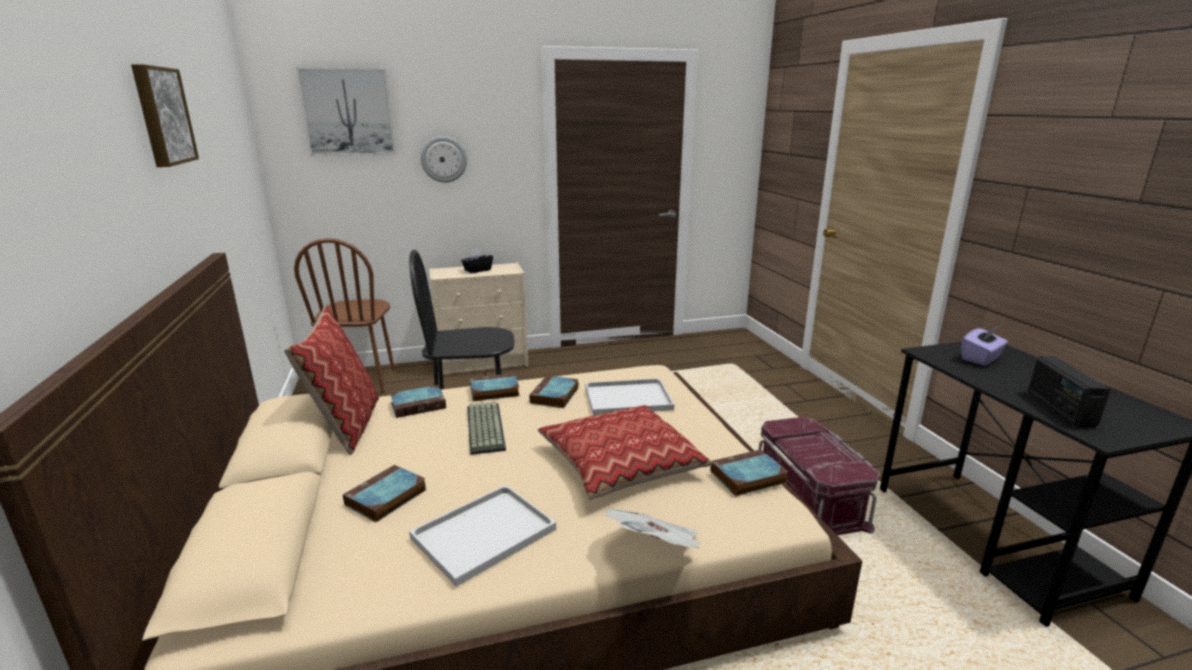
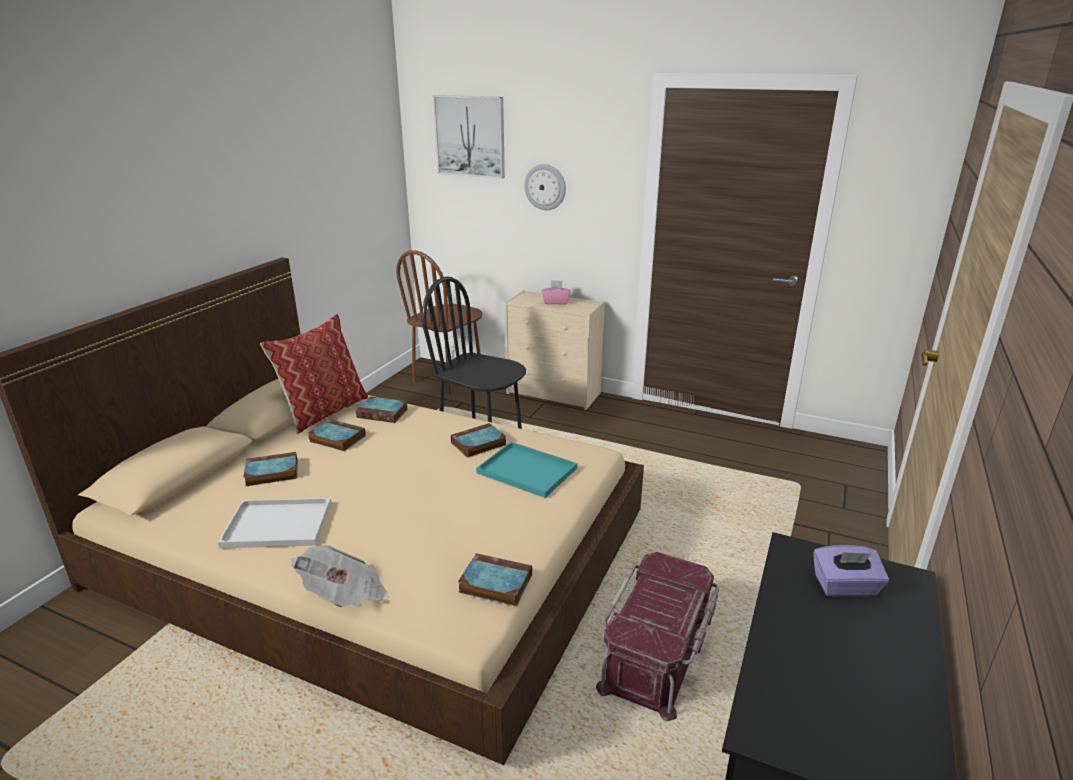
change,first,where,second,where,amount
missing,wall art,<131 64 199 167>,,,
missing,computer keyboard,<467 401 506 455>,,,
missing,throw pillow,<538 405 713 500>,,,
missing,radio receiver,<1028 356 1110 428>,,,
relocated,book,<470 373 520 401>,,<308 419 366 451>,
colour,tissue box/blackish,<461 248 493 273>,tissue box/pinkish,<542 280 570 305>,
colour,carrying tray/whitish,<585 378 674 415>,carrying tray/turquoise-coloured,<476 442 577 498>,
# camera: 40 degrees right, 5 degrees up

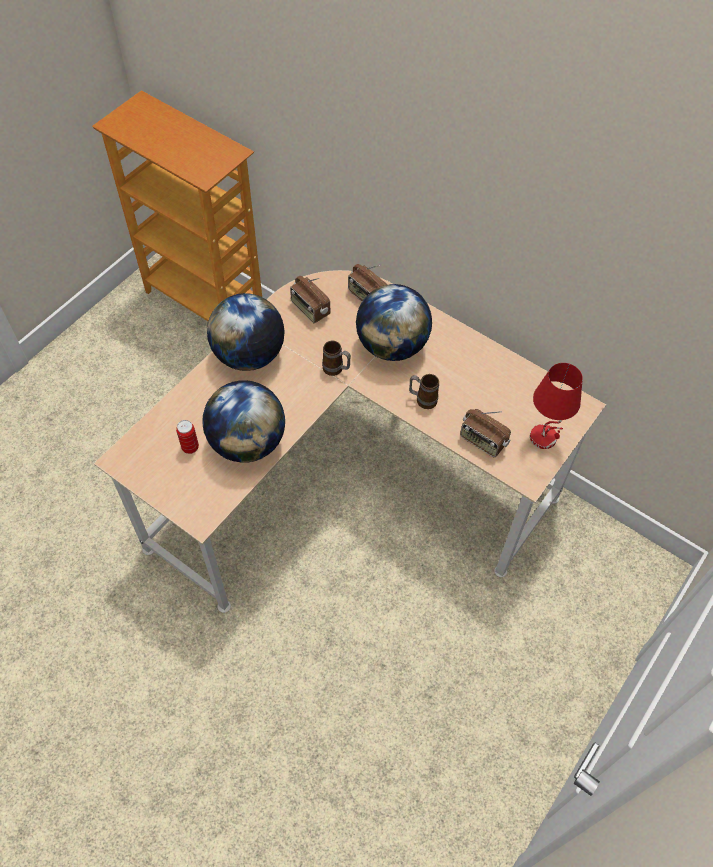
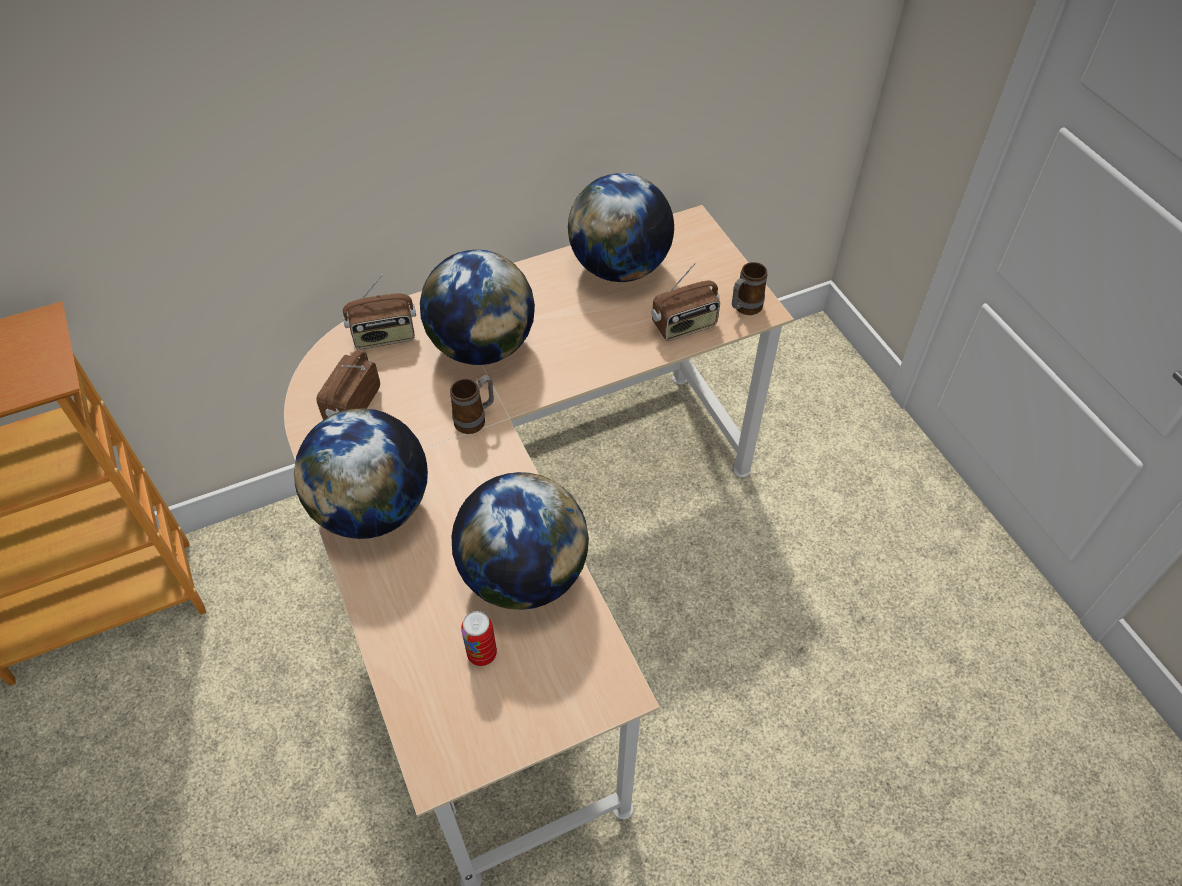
change,first,where,second,where,amount
missing,lamp for a table/red,<530 363 583 449>,,,
appeared,,,world globe,<568 173 674 282>,
relocated,tea mug,<409 374 439 409>,,<732 262 767 315>,
spun,radio receiver,<290 276 330 323>,,<316 350 380 420>,120 degrees clockwise
# camera: 60 degrees left, 5 degrees down

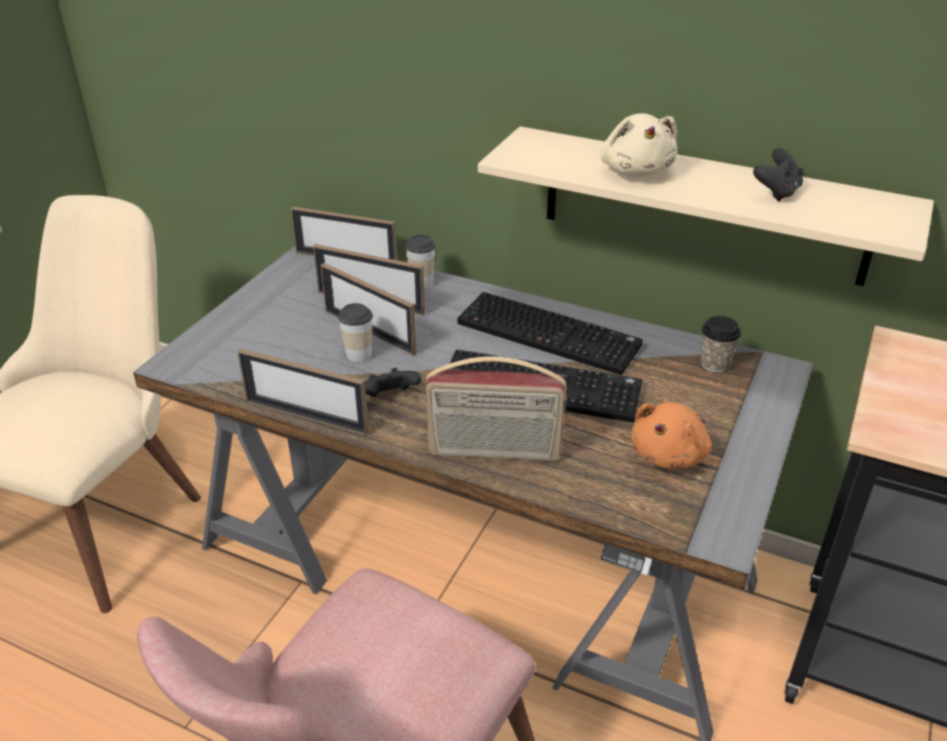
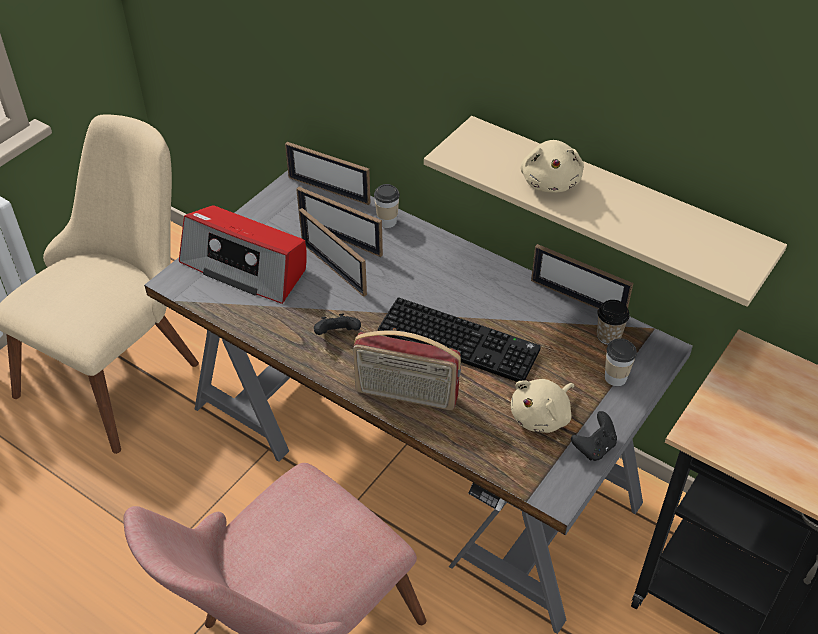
change,first,where,second,where,amount
missing,computer keyboard,<457 292 643 375>,,,
appeared,,,radio receiver,<179 205 307 304>,
relocated,standing frame,<237 348 369 435>,,<531 244 633 309>,
relocated,small cup,<338 303 373 362>,,<605 338 637 386>,
relocated,joypad/blackish,<753 148 804 202>,,<571 411 617 461>,
colour,cuddly toy/orange,<631 402 712 469>,cuddly toy/beige-coloured,<511 379 574 433>,
# camera: 10 degrees right, 10 degrees up

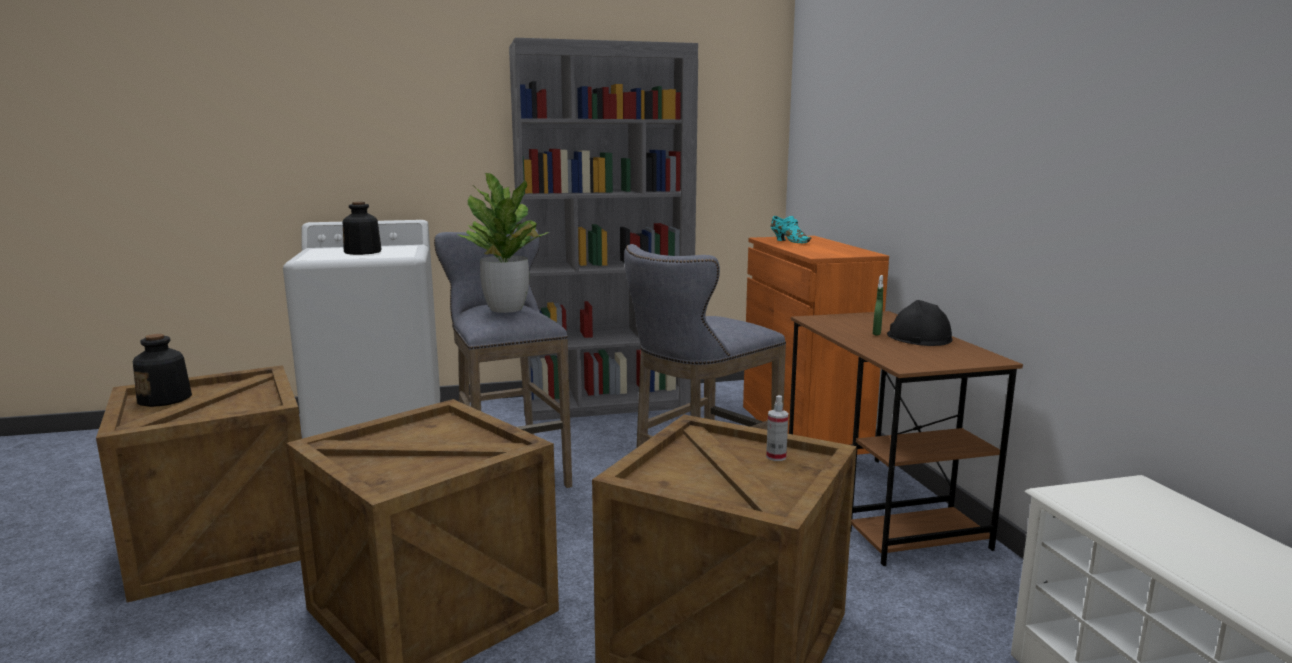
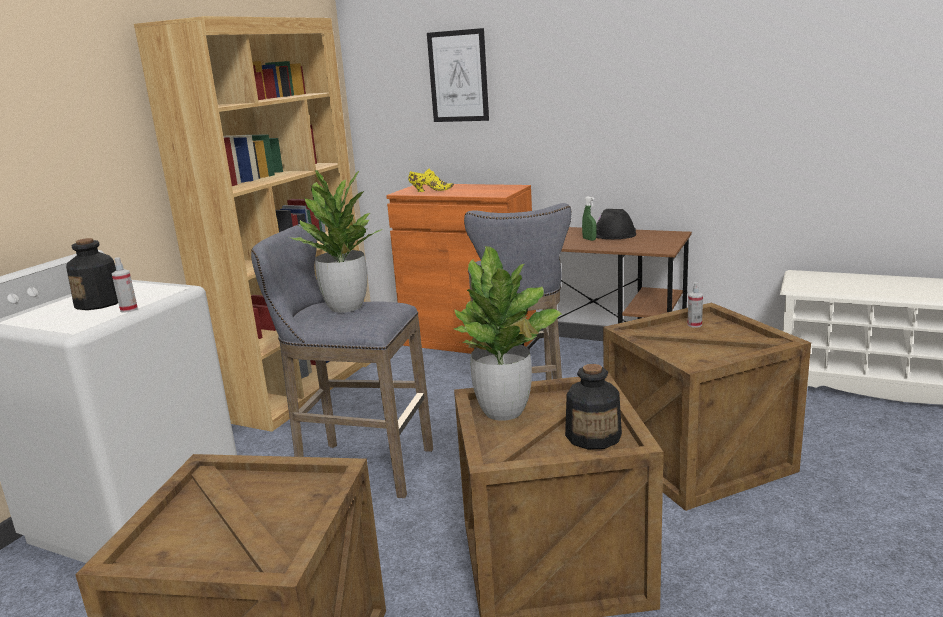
change,first,where,second,where,amount
appeared,,,sprayer,<112 257 138 313>,
appeared,,,wall art,<427 28 489 122>,
appeared,,,houseplant,<454 246 562 421>,
relocated,drink bottle,<133 334 192 407>,,<565 364 622 450>,
colour,shelving unit/gray,<509 38 698 421>,shelving unit/brown,<134 16 371 432>,
colour,shoe/turquoise-coloured,<771 216 811 243>,shoe/yellow-coloured,<408 169 454 192>,
# camera: 50 degrees left, 5 degrees up

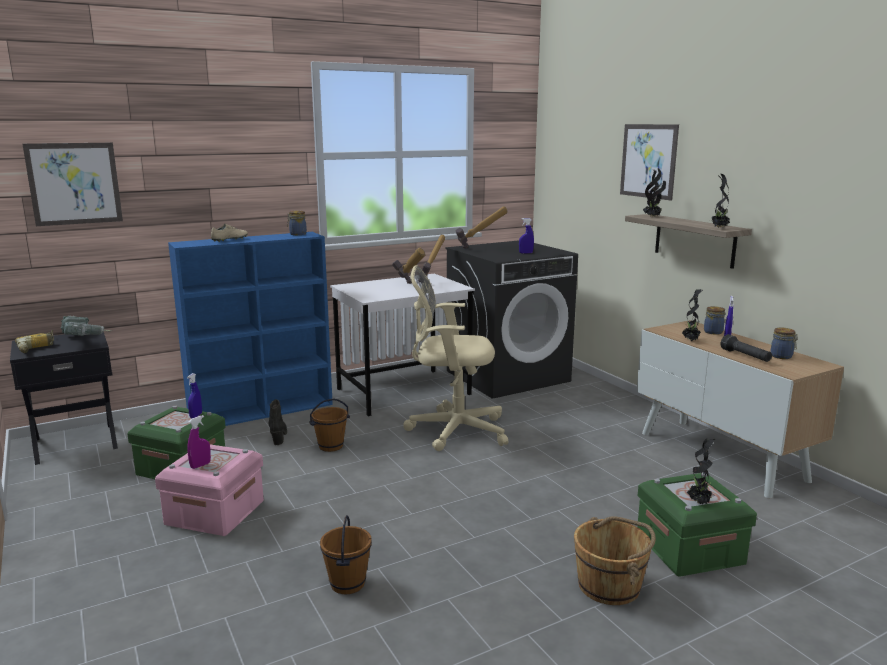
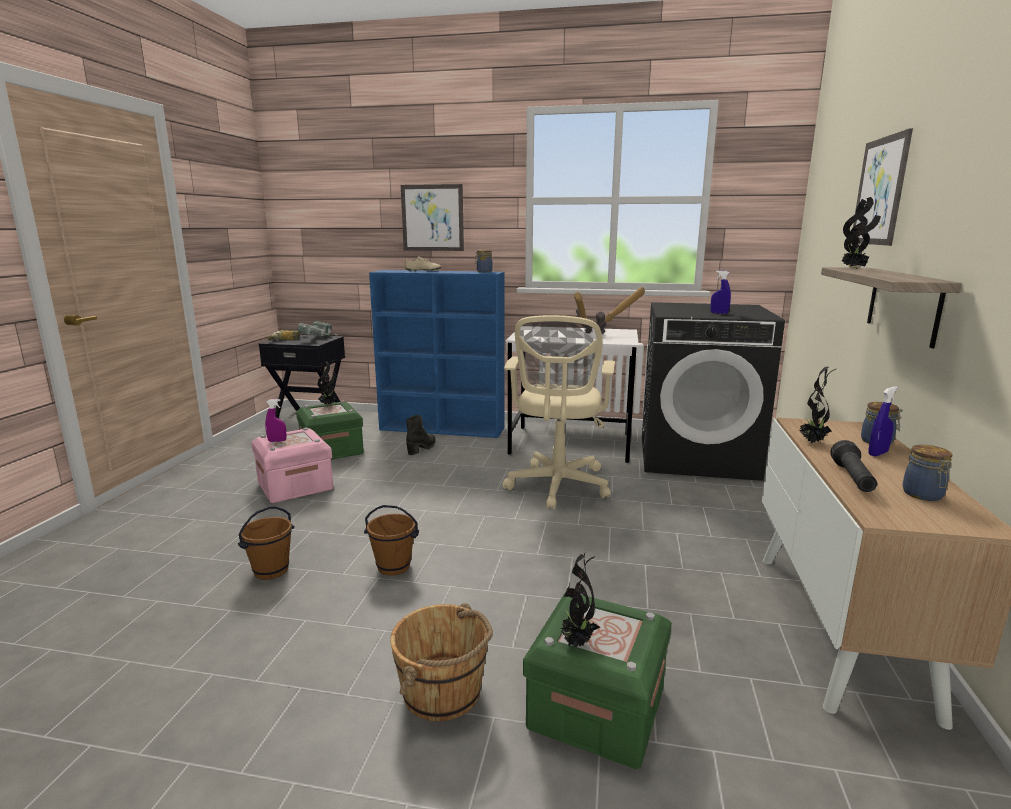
change,first,where,second,where,amount
missing,sprayer/bluish,<187 373 202 419>,,,
missing,hand hammer,<456 206 508 248>,,,
relocated,wall art,<22 143 123 226>,,<401 184 464 251>,
relocated,pail/brown,<309 398 350 452>,,<364 505 419 576>,
relocated,houseplant,<711 173 730 228>,,<318 361 336 405>,
spun,office chair/beige-coloured,<403 265 508 451>,,<503 315 615 510>,120 degrees counterclockwise
# camera: 40 degrees right, 0 degrees up

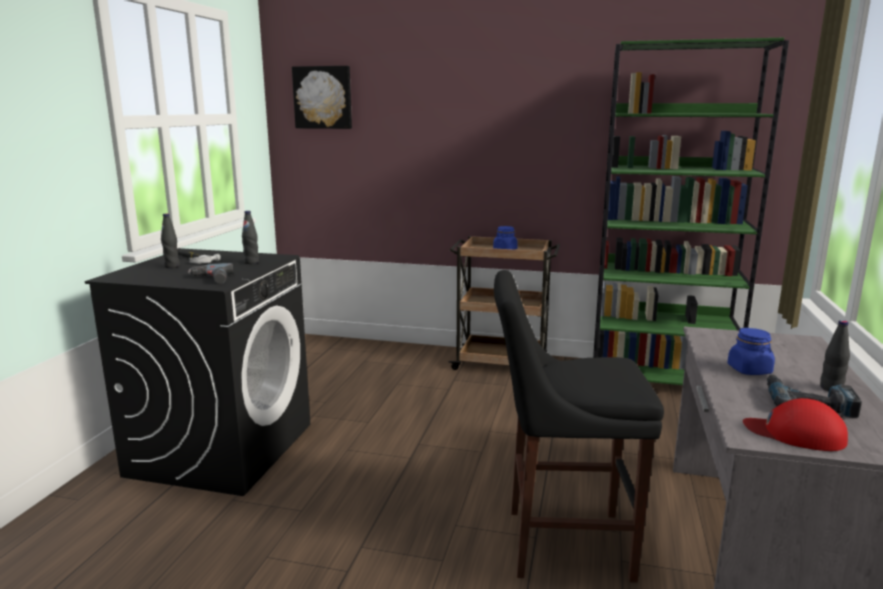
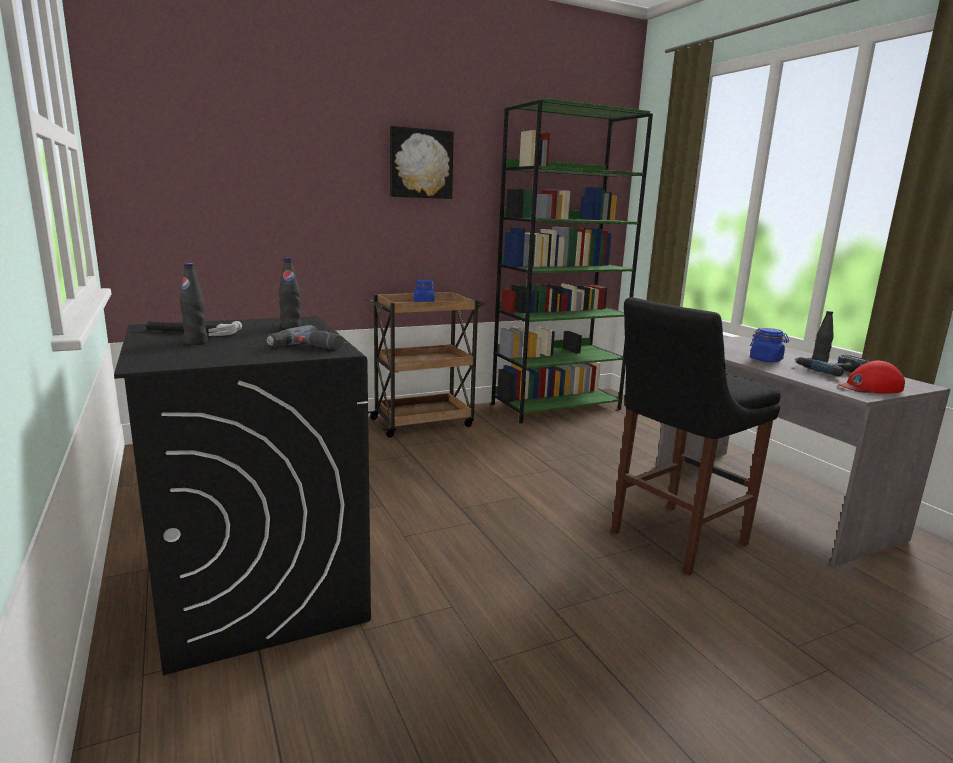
change,first,where,second,where,amount
relocated,wall art,<292 66 352 129>,,<390 126 454 199>,
# camera: 40 degrees left, 0 degrees up

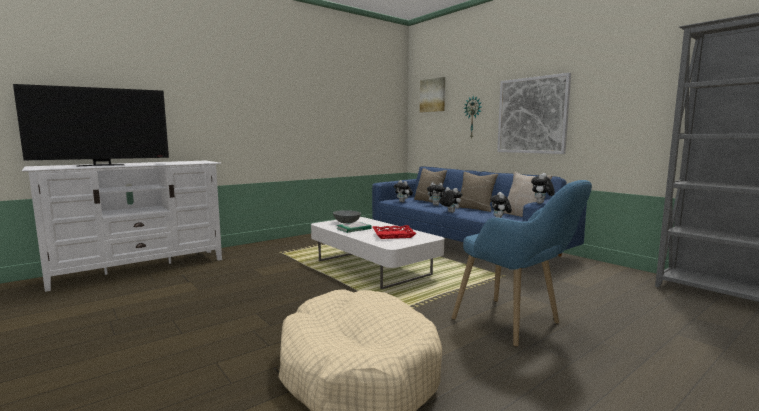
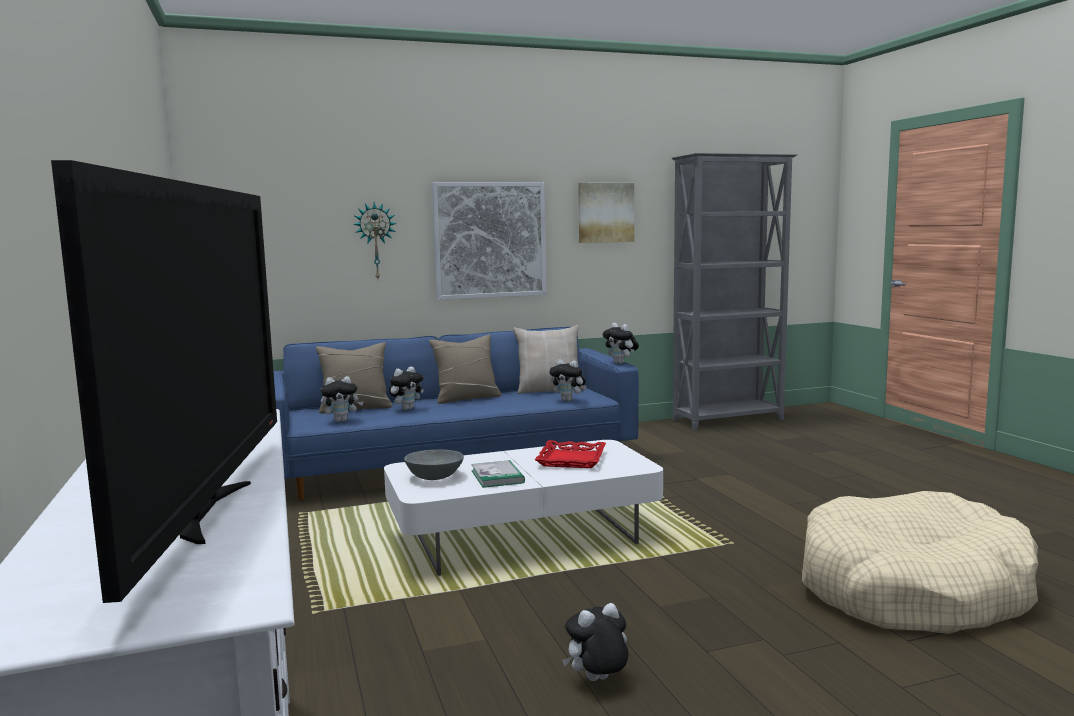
change,first,where,second,where,amount
missing,armchair/bluish,<452 180 592 347>,,,
relocated,wall art,<420 77 445 112>,,<578 183 634 243>,
relocated,cuddly toy,<439 187 462 213>,,<562 603 629 681>,
# camera: 70 degrees left, 0 degrees up

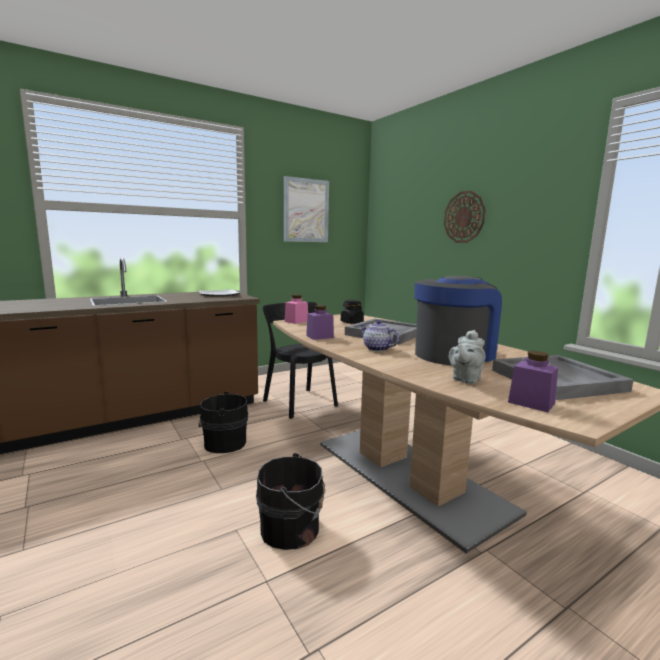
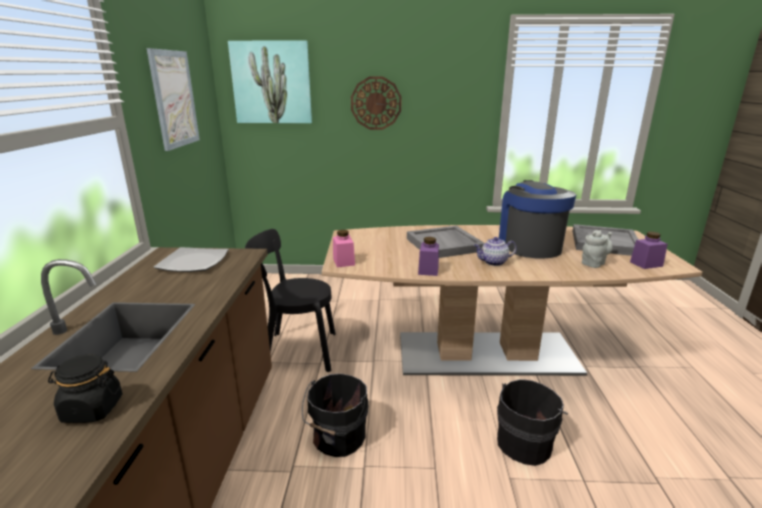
change,first,where,second,where,amount
appeared,,,wall art,<228 40 312 123>,
relocated,jar/blackish,<341 300 364 324>,,<48 354 122 423>,
spun,teapot/gray,<449 330 486 384>,,<582 230 613 268>,105 degrees counterclockwise
# camera: 55 degrees left, 10 degrees up

